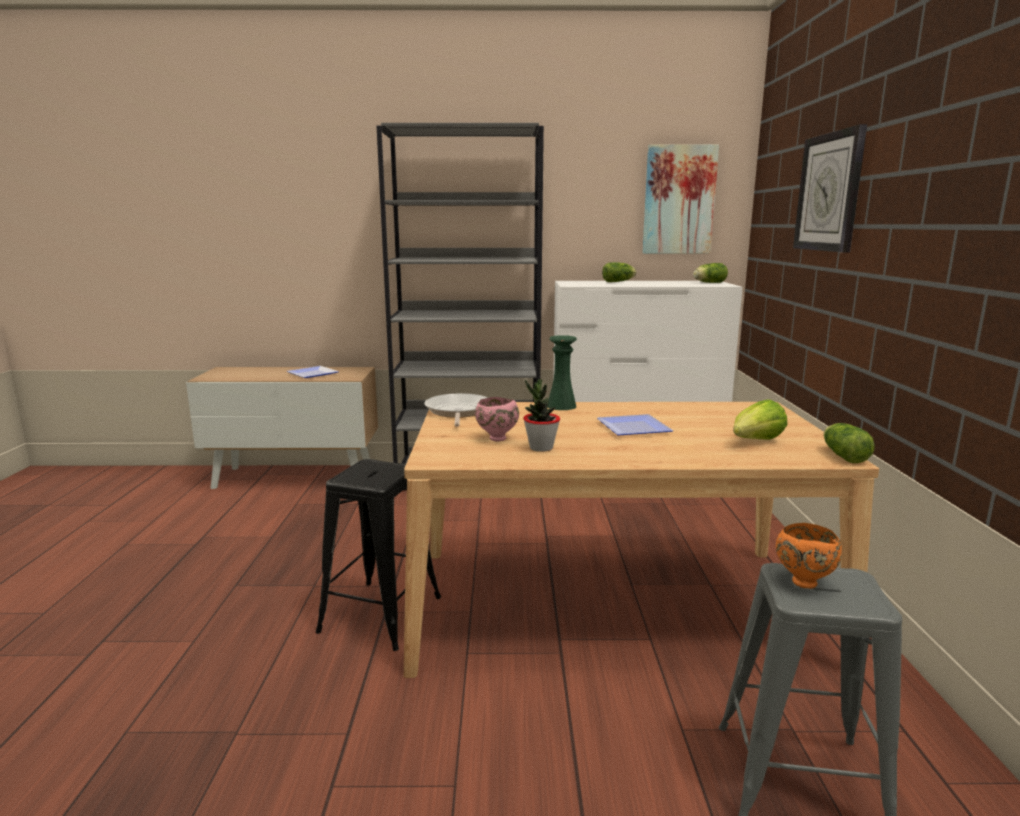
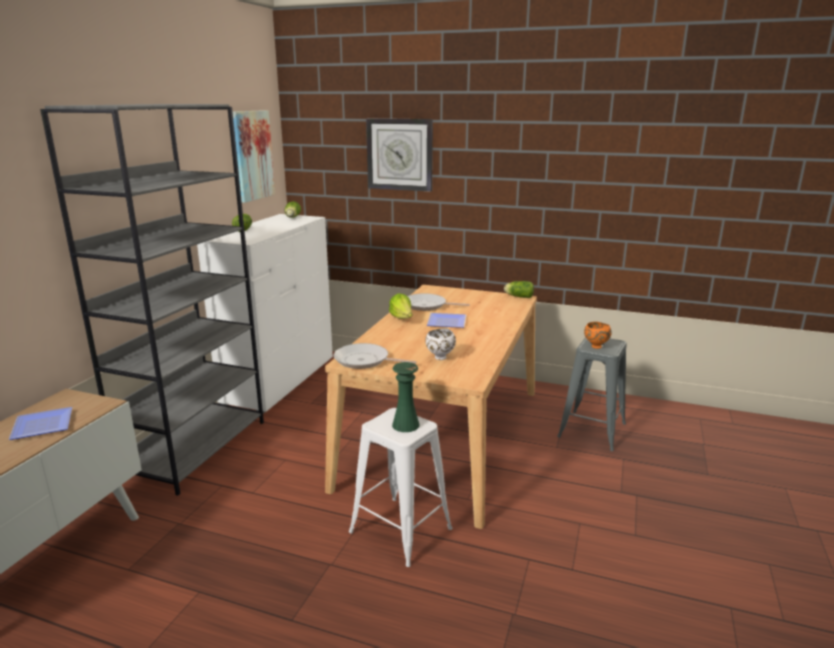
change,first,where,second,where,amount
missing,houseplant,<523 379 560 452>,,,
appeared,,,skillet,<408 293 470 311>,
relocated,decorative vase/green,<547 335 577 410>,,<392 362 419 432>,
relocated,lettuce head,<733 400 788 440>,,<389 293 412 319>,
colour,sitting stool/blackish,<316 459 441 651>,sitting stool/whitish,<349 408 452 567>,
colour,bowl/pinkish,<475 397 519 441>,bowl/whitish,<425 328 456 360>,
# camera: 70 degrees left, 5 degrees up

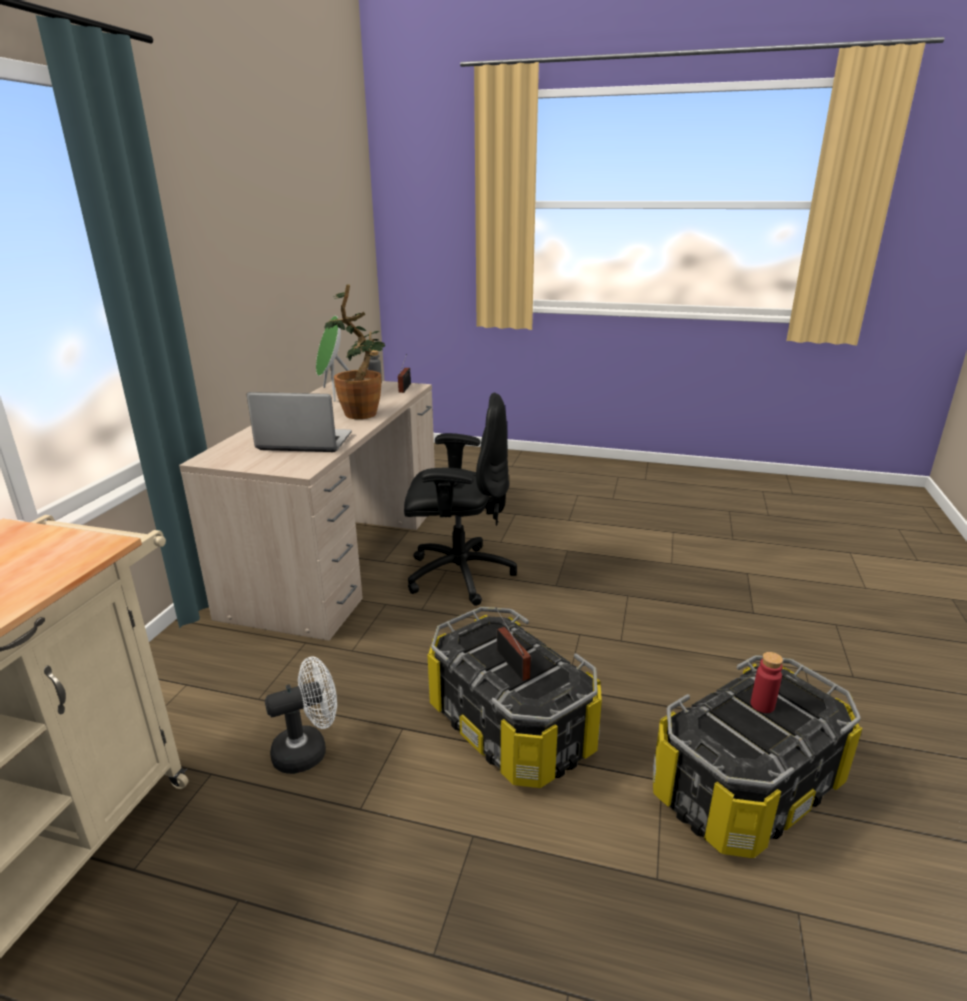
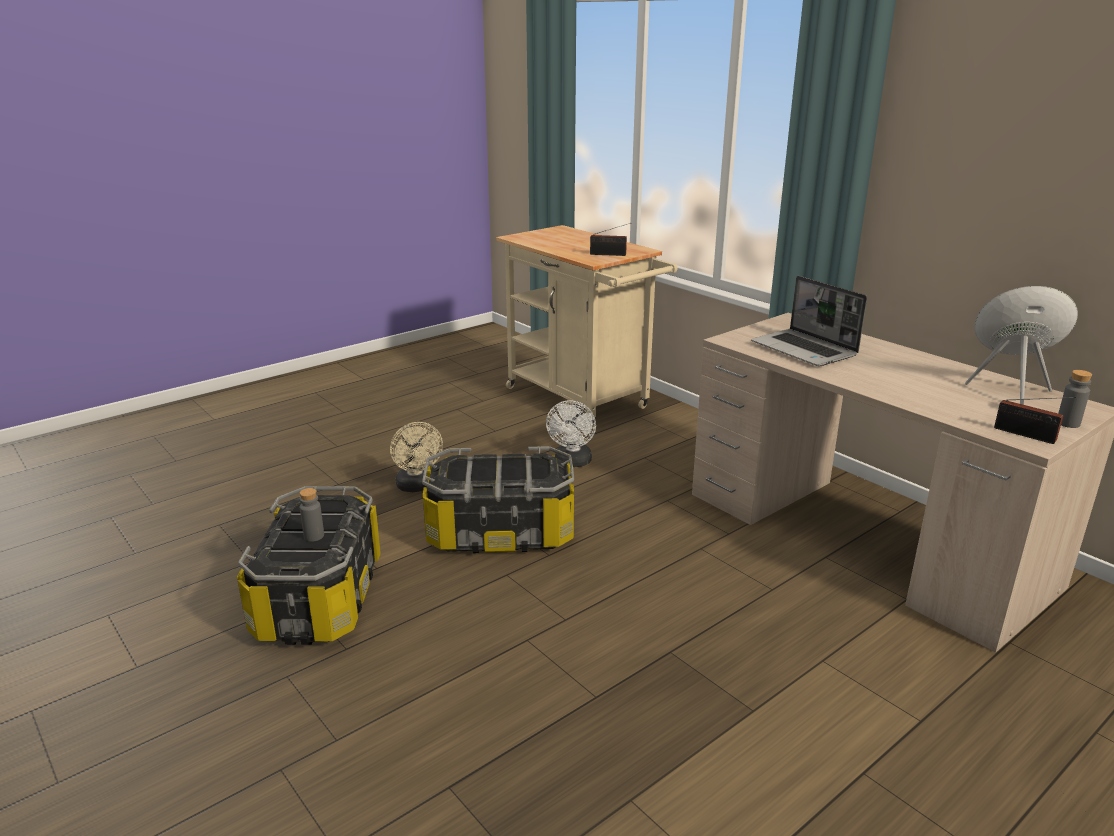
change,first,where,second,where,amount
missing,houseplant,<324 284 385 419>,,,
missing,office chair/blackish,<404 393 517 606>,,,
appeared,,,cooling fan/beige-coloured,<390 422 443 492>,
relocated,radio receiver,<496 608 531 681>,,<590 223 631 256>,
colour,drink bottle/red,<751 652 783 713>,drink bottle/gray,<299 488 324 542>,
spun,portable computer,<247 392 352 452>,,<751 276 867 366>,105 degrees clockwise
# camera: 125 degrees right, 0 degrees up

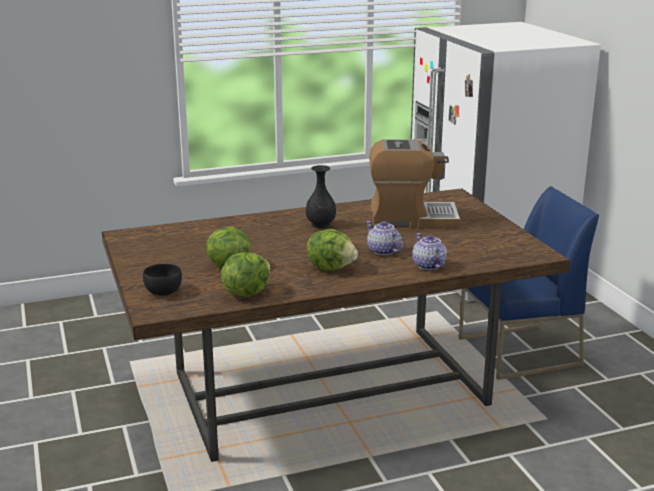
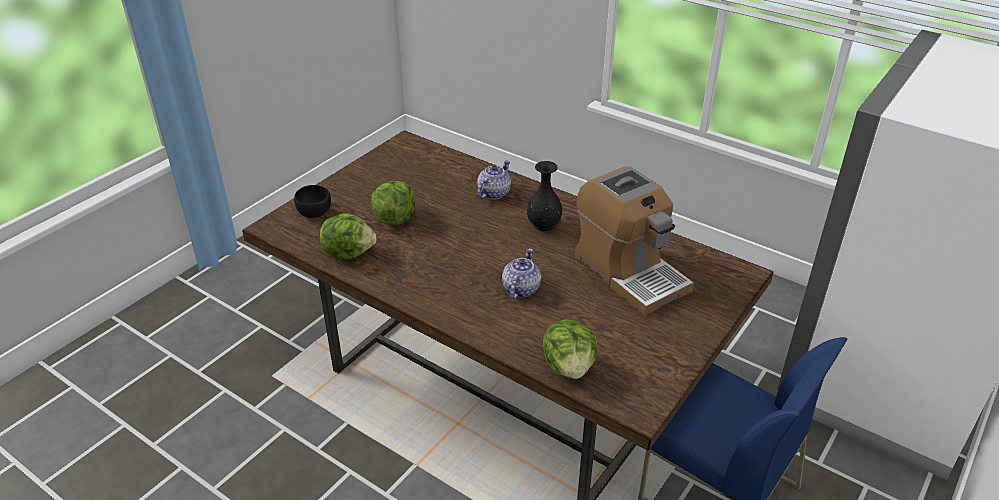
change,first,where,second,where,amount
relocated,lettuce head,<307 229 358 271>,,<543 319 598 379>,
relocated,teapot,<412 233 447 270>,,<477 160 511 200>,
# camera: 55 degrees right, 15 degrees up

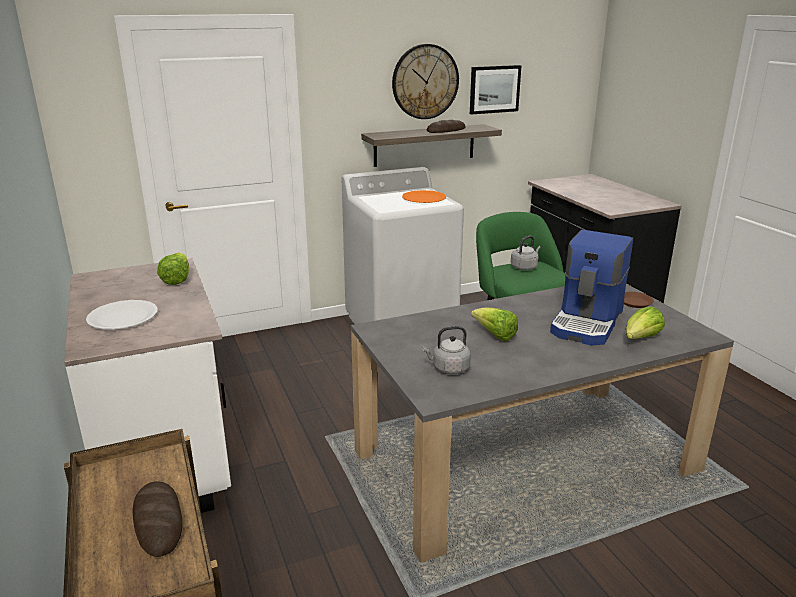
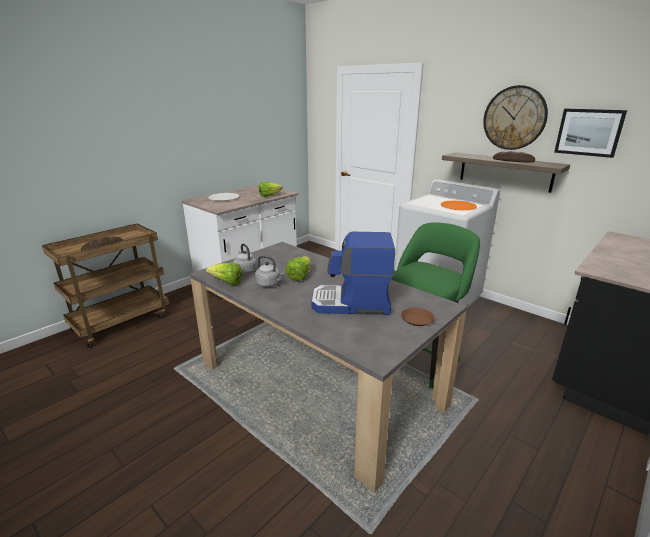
change,first,where,second,where,amount
relocated,water kettle/gray,<511 236 541 270>,,<255 256 284 287>,
relocated,lettuce head,<625 306 665 339>,,<206 263 243 285>,
# camera: 65 degrees right, 0 degrees up

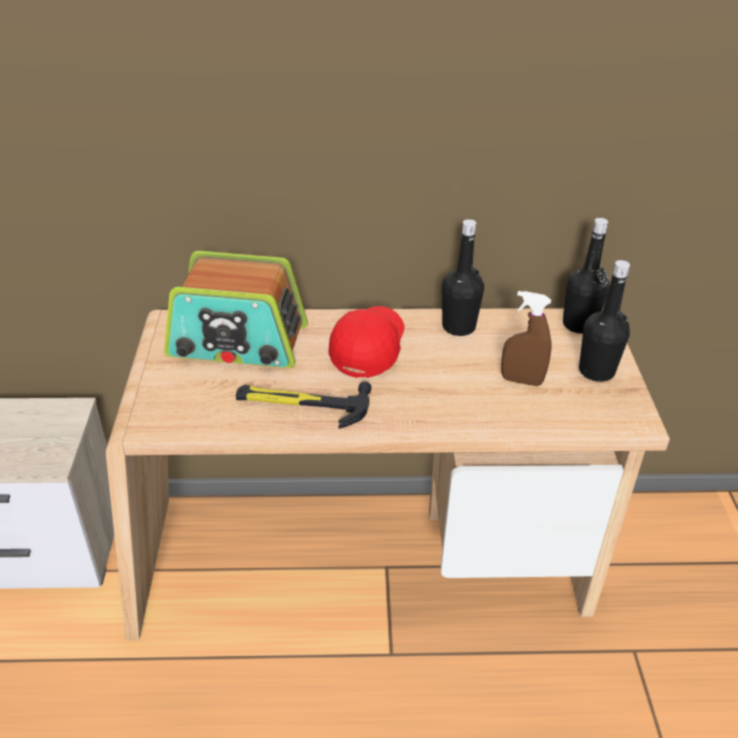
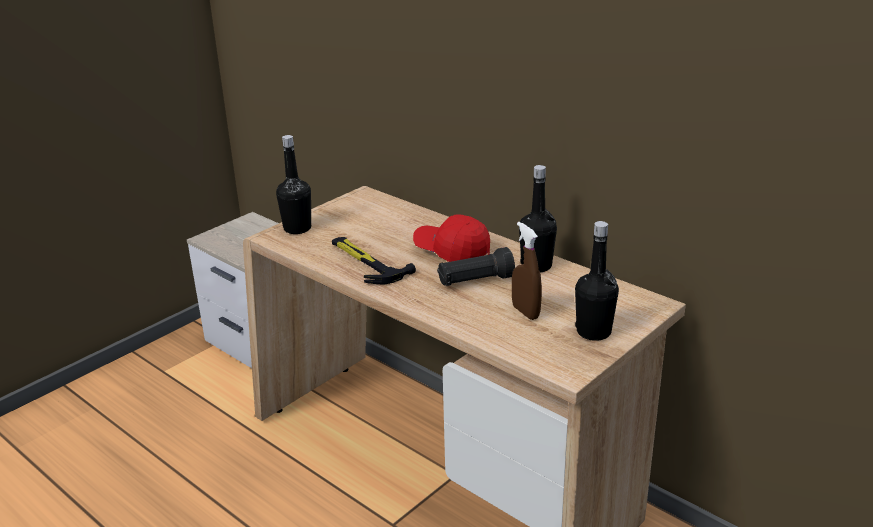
change,first,where,second,where,amount
missing,radio receiver,<164 251 308 368>,,,
appeared,,,torch/blackish,<437 247 515 286>,
relocated,drink bottle/blackish,<563 218 610 334>,,<276 135 311 234>,
spun,peaked cap/red,<328 306 404 378>,,<413 215 490 262>,120 degrees counterclockwise
# camera: 45 degrees right, 10 degrees down

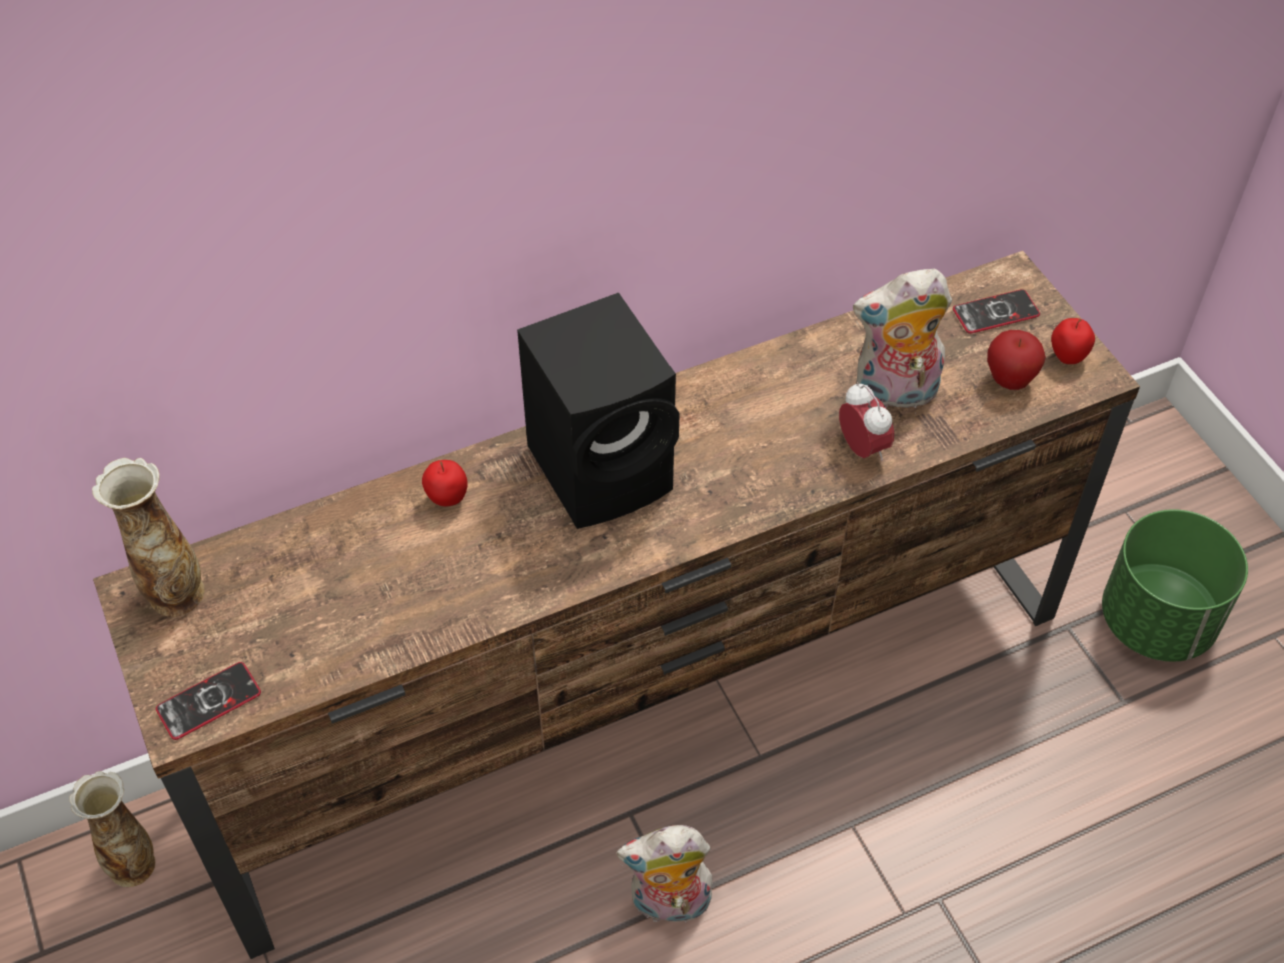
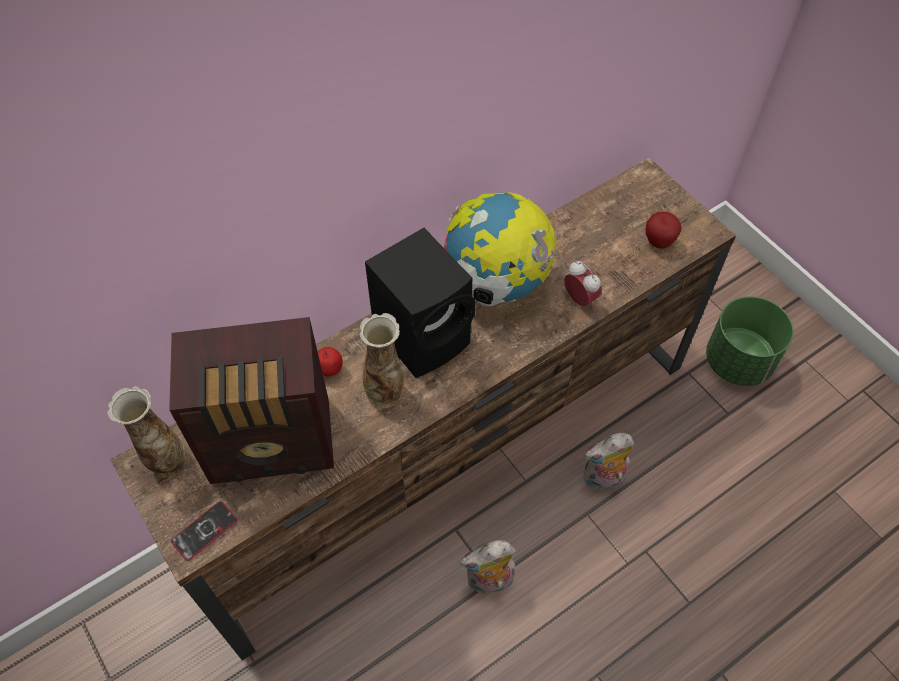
change,first,where,second,where,amount
missing,handset,<953 289 1040 334>,,,
missing,apple,<1051 318 1095 364>,,,
appeared,,,radio receiver,<169 317 334 484>,
appeared,,,world globe,<444 192 556 306>,
relocated,decorative vase,<69 771 155 887>,,<359 313 403 408>,
relocated,cuddly toy,<853 269 952 408>,,<583 432 634 490>,
# camera: 10 degrees left, 5 degrees up

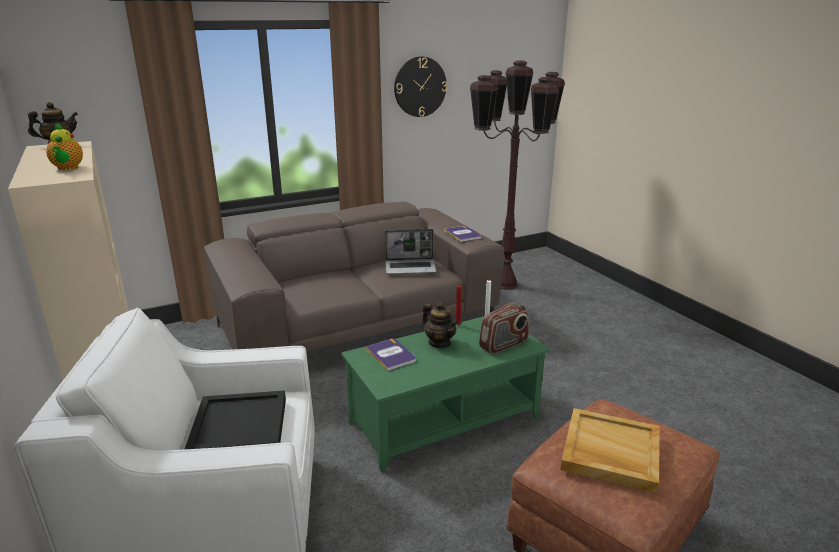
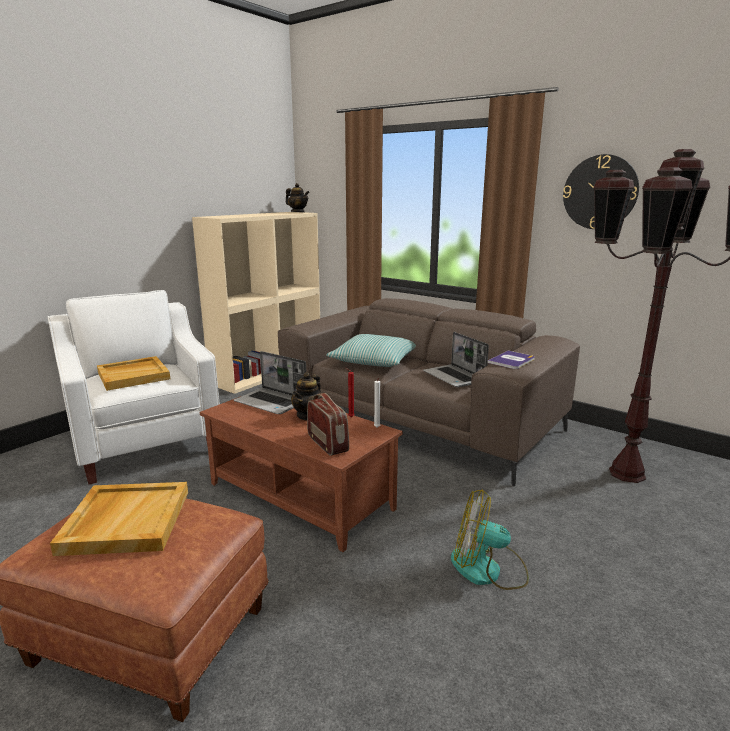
change,first,where,second,where,amount
missing,teapot,<46 123 83 170>,,,
appeared,,,throw pillow,<326 334 416 367>,
appeared,,,cooling fan,<451 490 529 590>,
exchanged,book,<365 339 416 371>,portable computer,<234 351 306 414>,
colour,carrying tray/blackish,<185 391 286 449>,carrying tray/beige-coloured,<97 356 170 391>,
colour,low table/green,<341 316 550 472>,low table/brown,<200 396 403 552>,
spun,radio receiver,<479 302 529 354>,,<307 393 349 456>,150 degrees counterclockwise
# camera: 65 degrees right, 5 degrees down

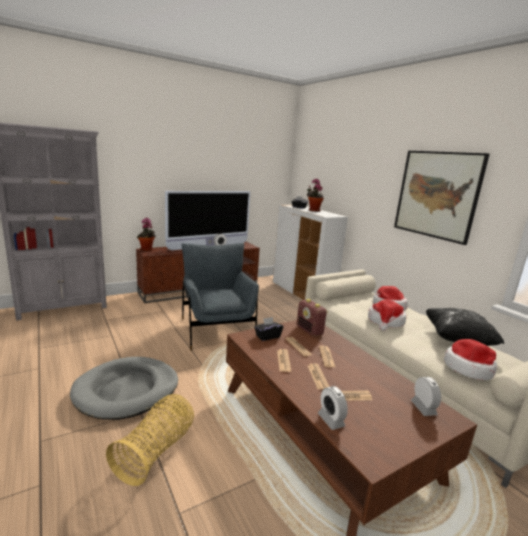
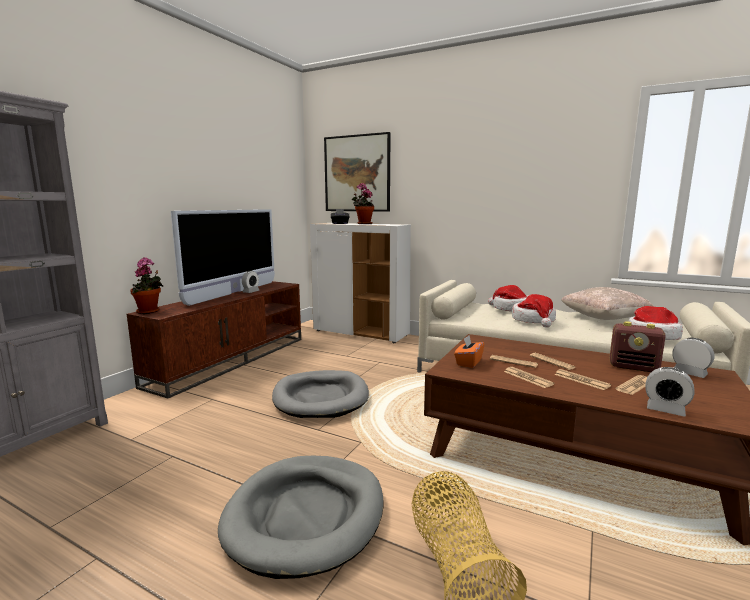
change,first,where,second,where,amount
relocated,radio receiver,<297 299 327 337>,,<609 321 666 372>,
relocated,wall art,<394 151 490 245>,,<324 132 391 212>,
exchanged,armchair/gray,<181 243 259 351>,dog bed/gray,<272 370 369 418>,
colour,tissue box/blackish,<254 317 283 341>,tissue box/orange,<454 336 484 368>,
colour,throw pillow/blackish,<426 308 504 346>,throw pillow/beige-coloured,<561 287 654 320>,
# camera: 30 degrees left, 5 degrees down

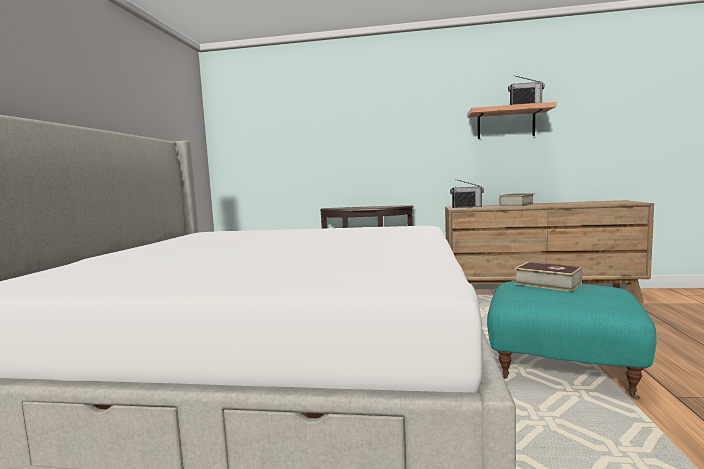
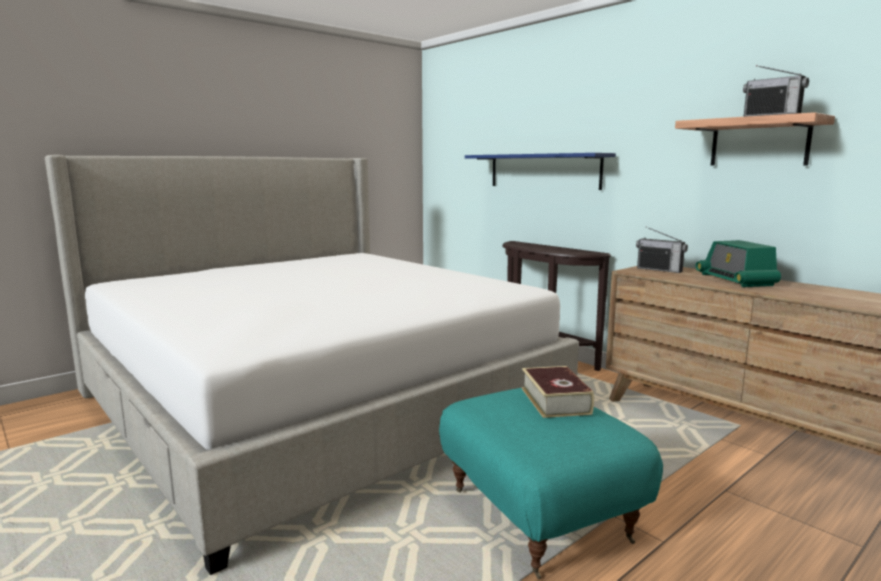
change,first,where,second,where,amount
appeared,,,bracket shelf/bluish,<465 153 616 190>,
exchanged,book,<499 193 535 207>,radio receiver,<695 240 781 287>,
# camera: 40 degrees right, 5 degrees up

